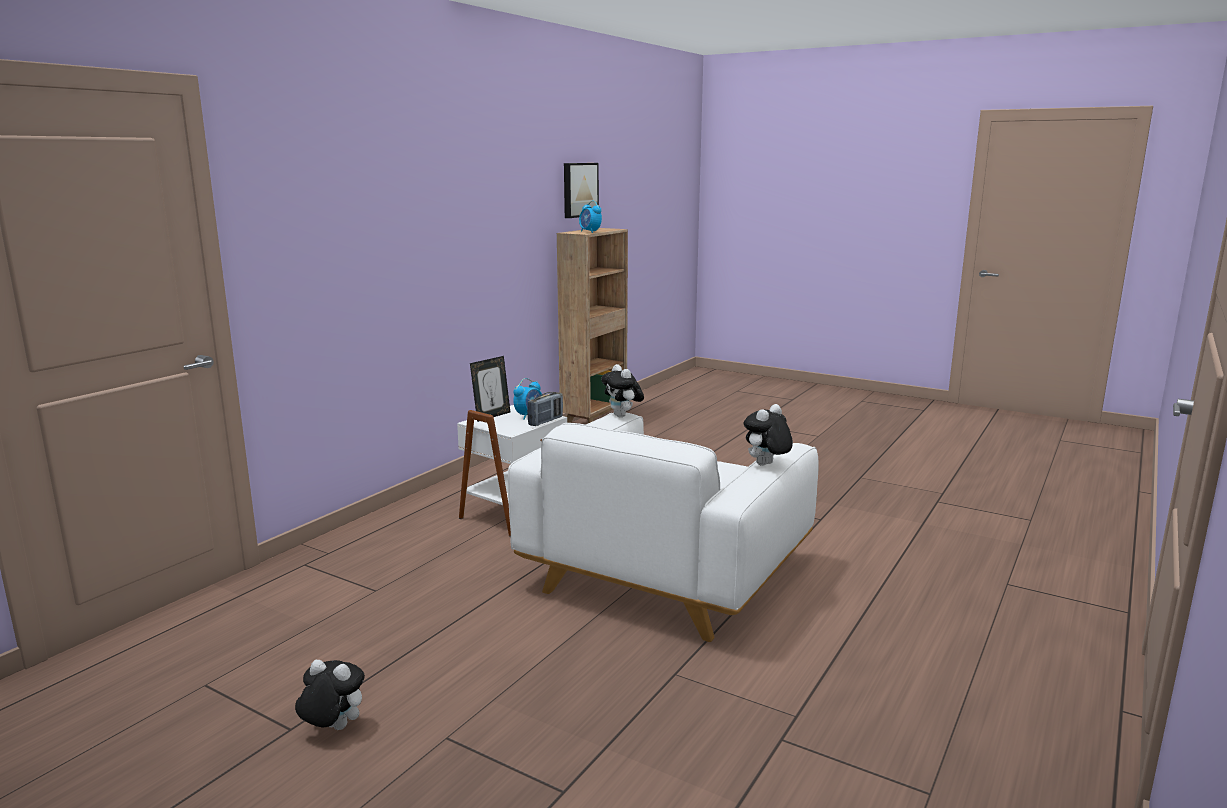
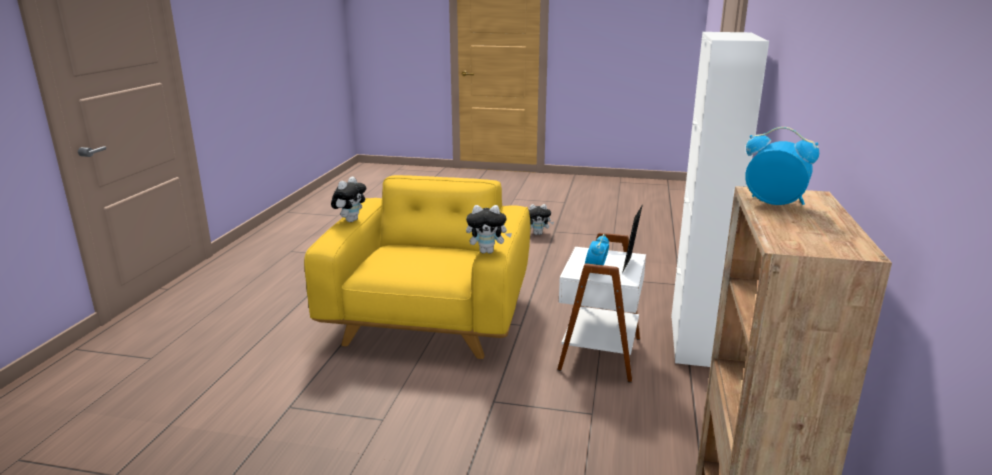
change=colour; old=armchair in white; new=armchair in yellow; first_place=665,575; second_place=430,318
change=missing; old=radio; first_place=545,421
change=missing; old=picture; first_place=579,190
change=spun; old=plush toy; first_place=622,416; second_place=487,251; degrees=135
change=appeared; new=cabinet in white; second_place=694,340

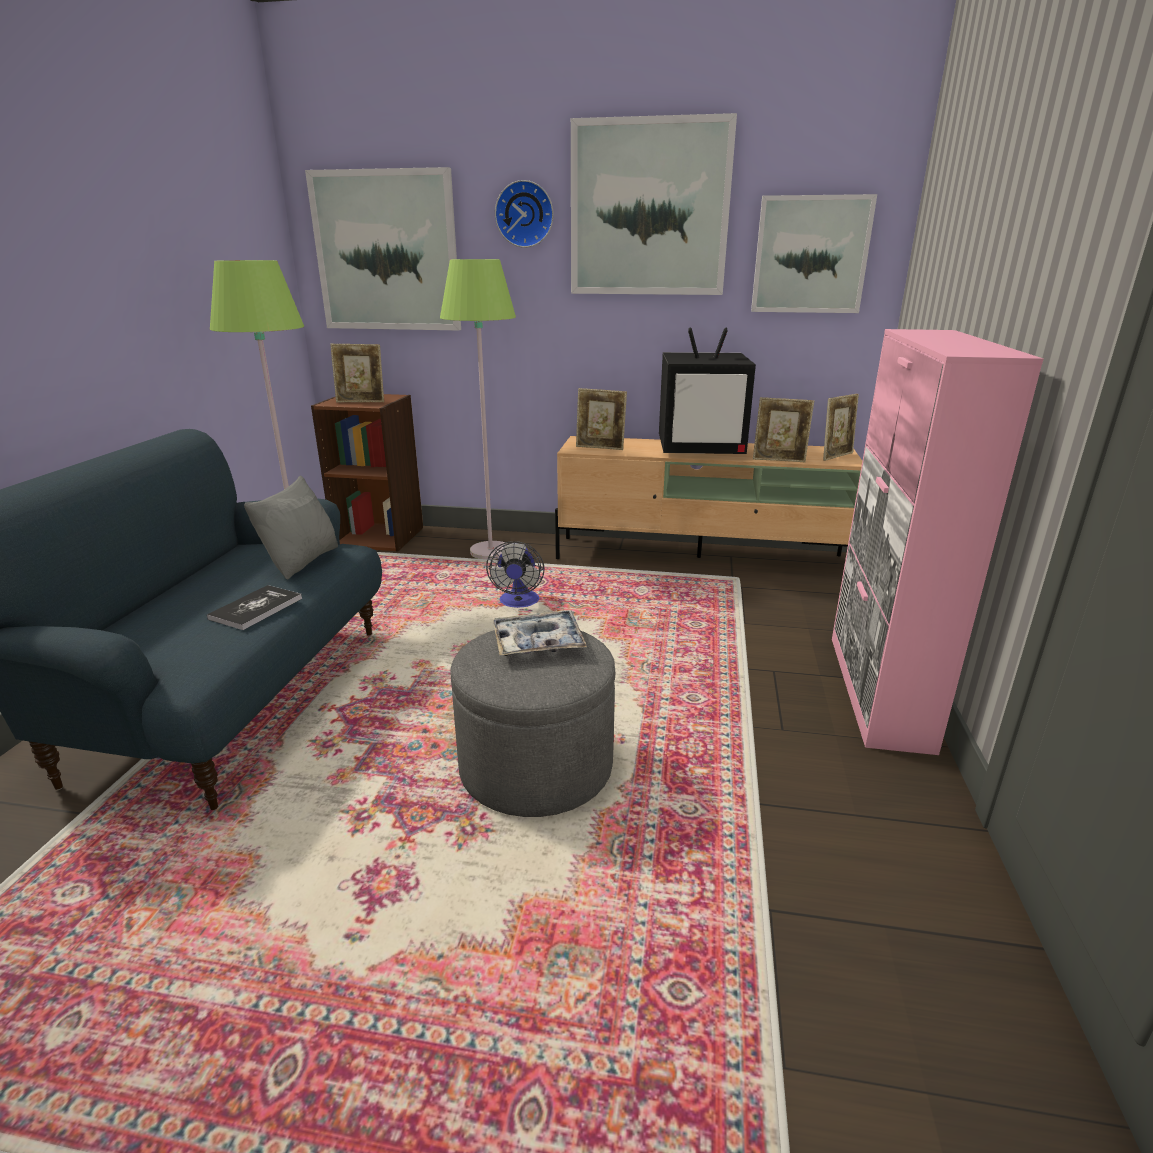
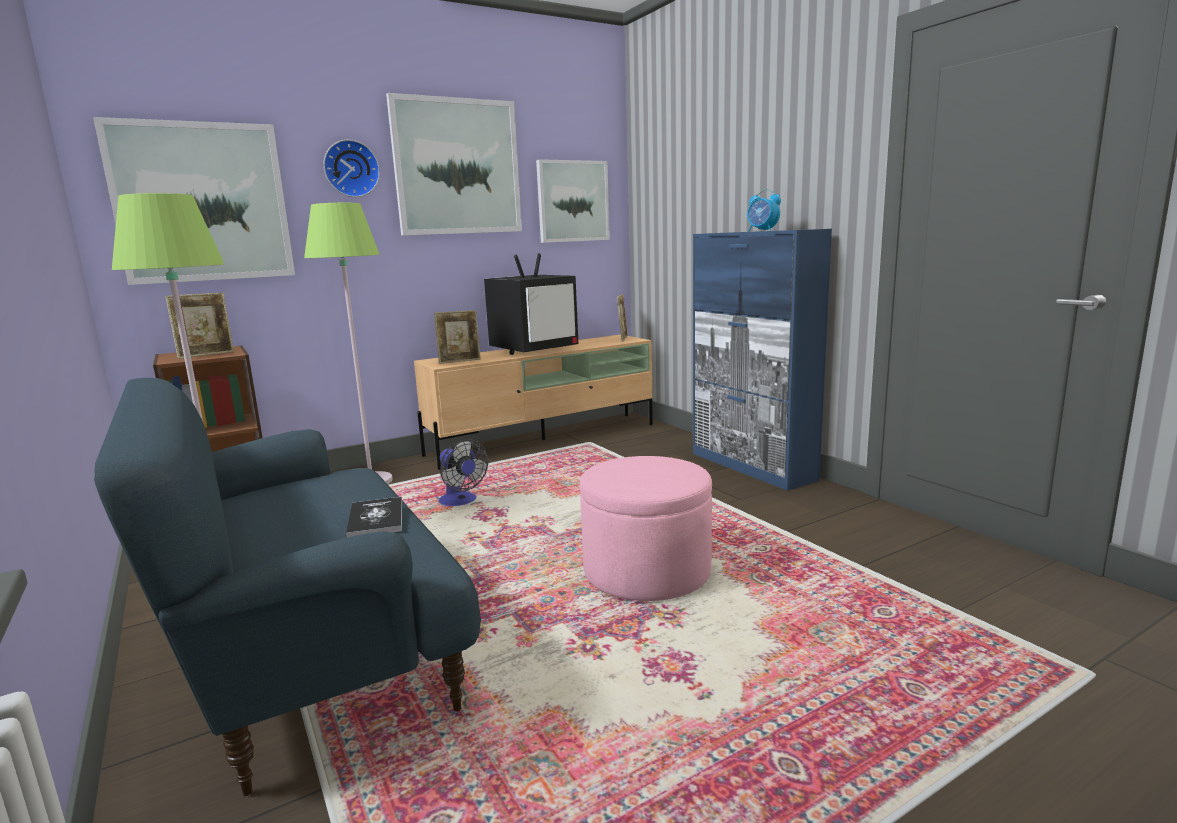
change=missing; old=pillow in grey; first_place=302,561
change=colour; old=ottoman in grey; new=ottoman in pink; first_place=536,766; second_place=647,572
change=missing; old=tray; first_place=538,642
change=missing; old=picture frame; first_place=779,460
change=colour; old=cabinet in pink; new=cabinet in blue; first_place=878,690; second_place=752,466
change=appeared; new=alarm clock; second_place=762,230

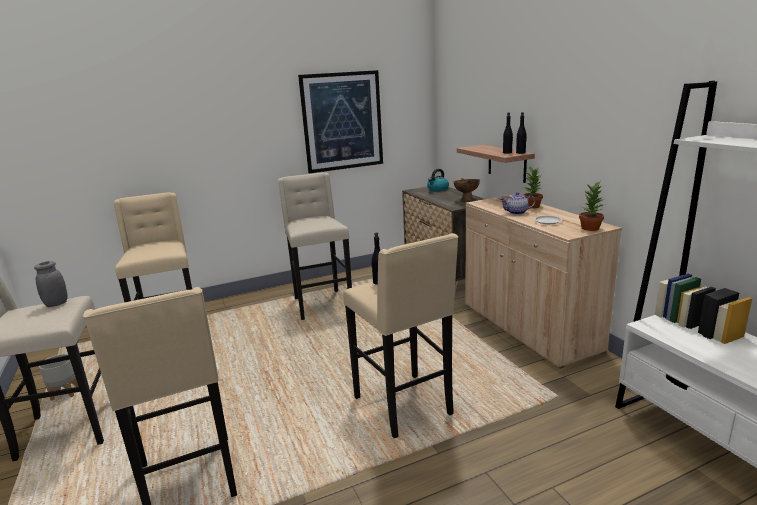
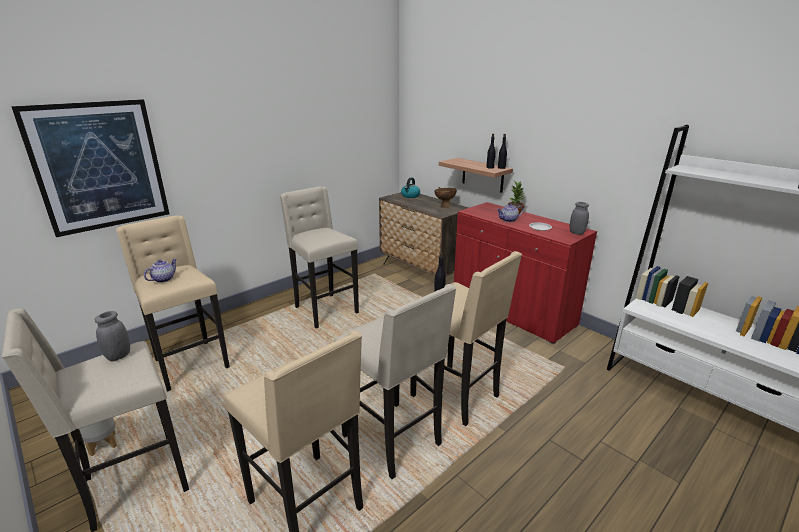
change=relocated; old=picture; first_place=342,121; second_place=99,166
change=colour; old=cabinet in beige; new=cabinet in red; first_place=528,327; second_place=512,311
change=exchanged; old=potted plant; new=jar in grey; first_place=590,228; second_place=576,233
change=appeared; new=teapot; second_place=163,279
change=appeared; new=stool in beige; second_place=394,440

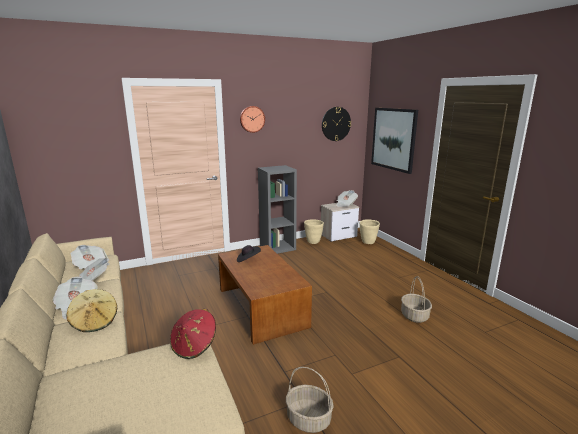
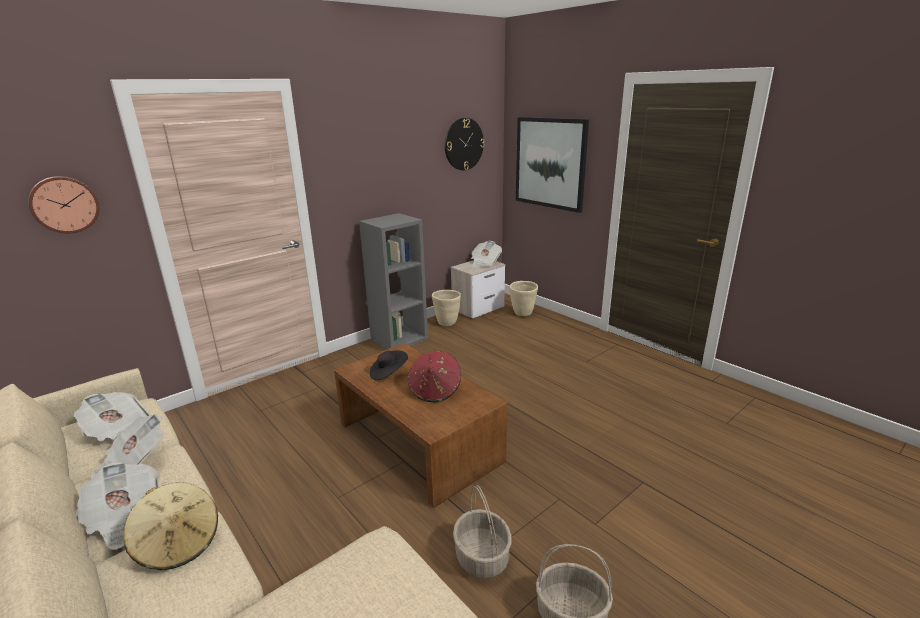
change=relocated; old=hat in red; first_place=194,346; second_place=435,390
change=relocated; old=wall clock; first_place=252,119; second_place=64,204
change=relocated; old=basket; first_place=415,316; second_place=482,557

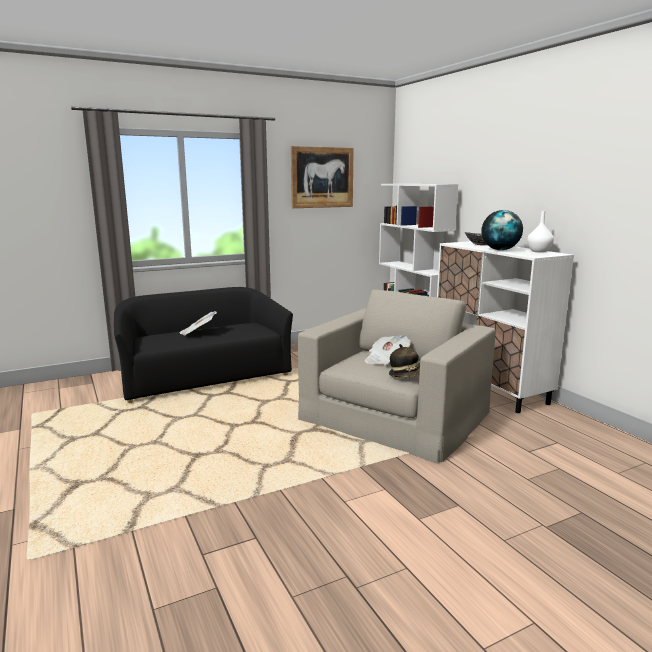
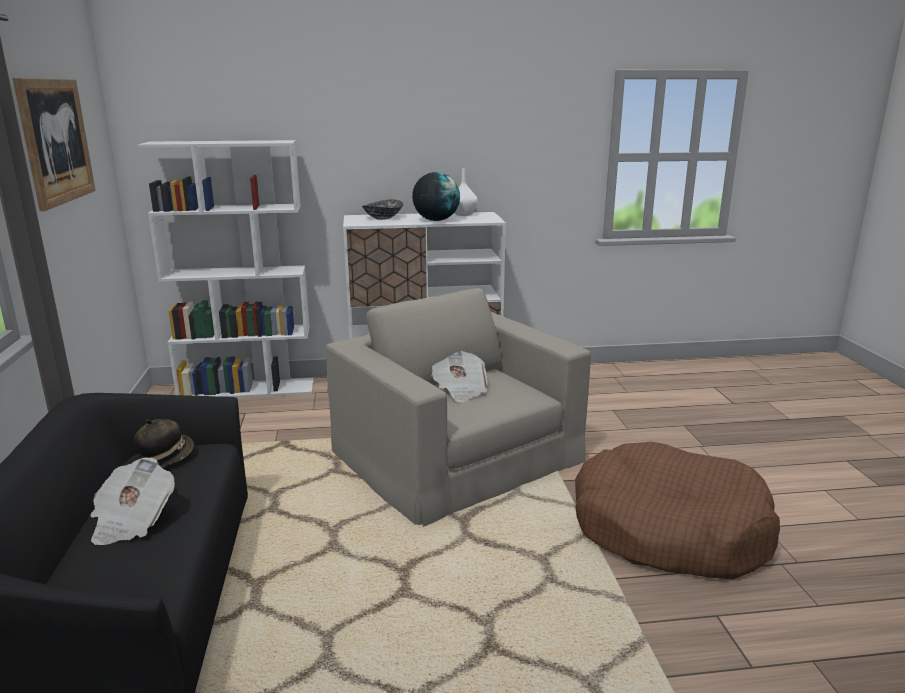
change=relocated; old=hat; first_place=406,375; second_place=166,458
change=appeared; new=dog bed in brown; second_place=668,529

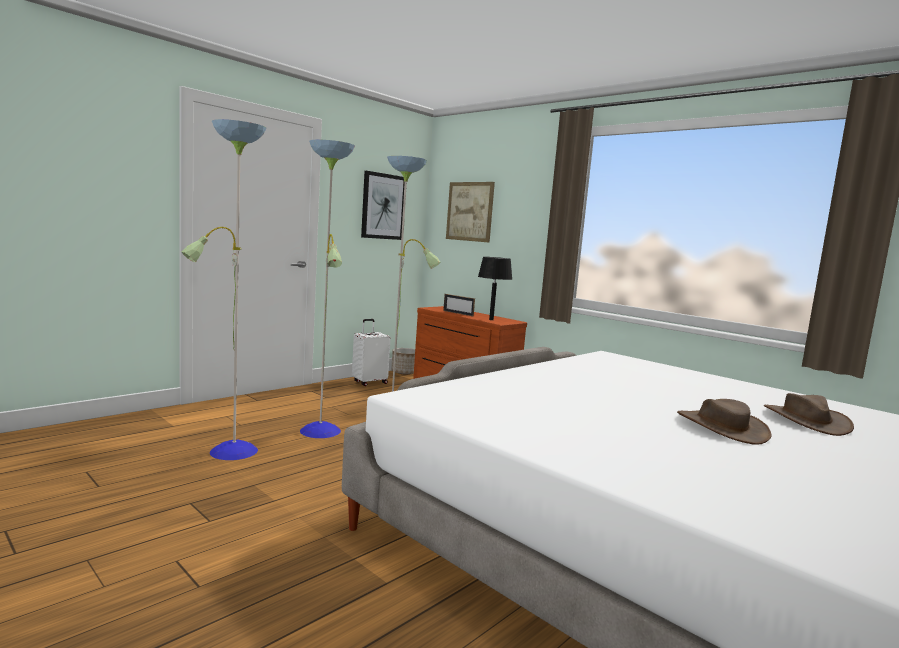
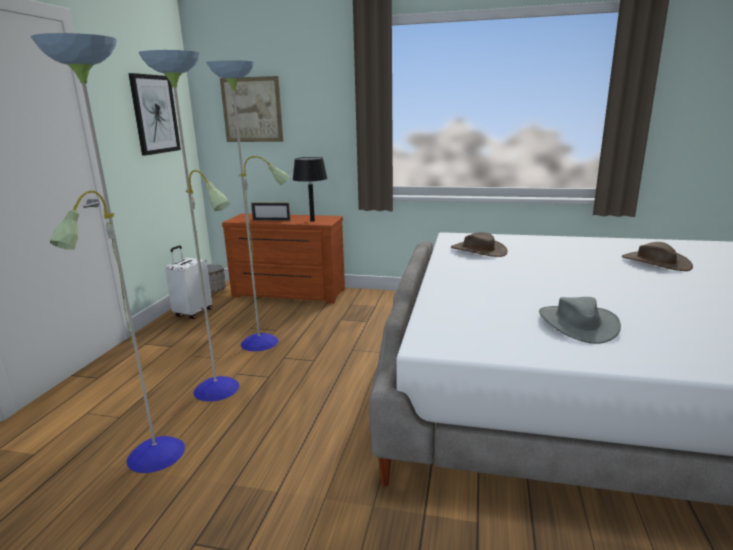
change=relocated; old=hat in brown; first_place=721,427; second_place=478,250
change=appeared; new=hat in grey; second_place=577,324

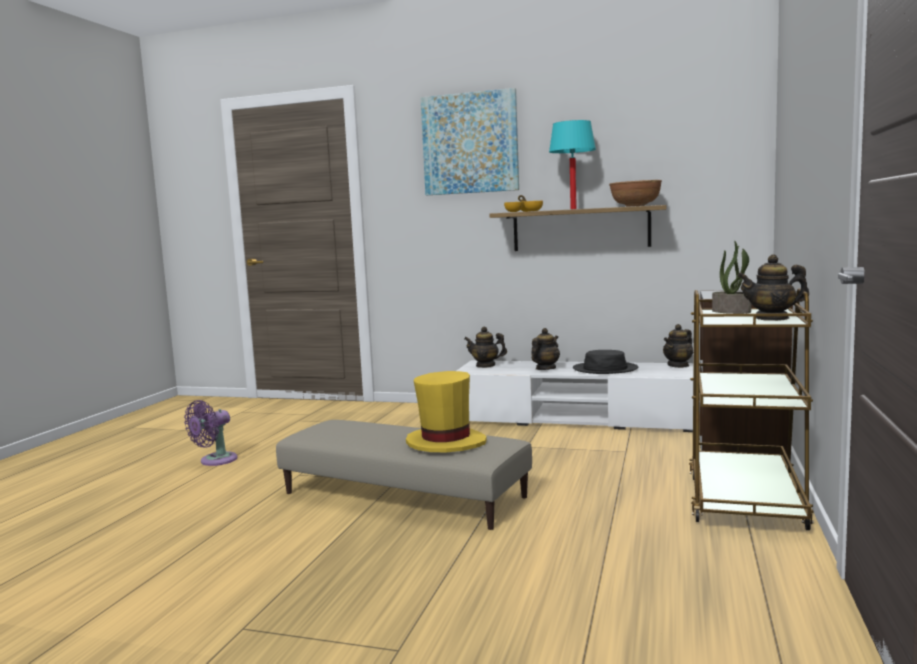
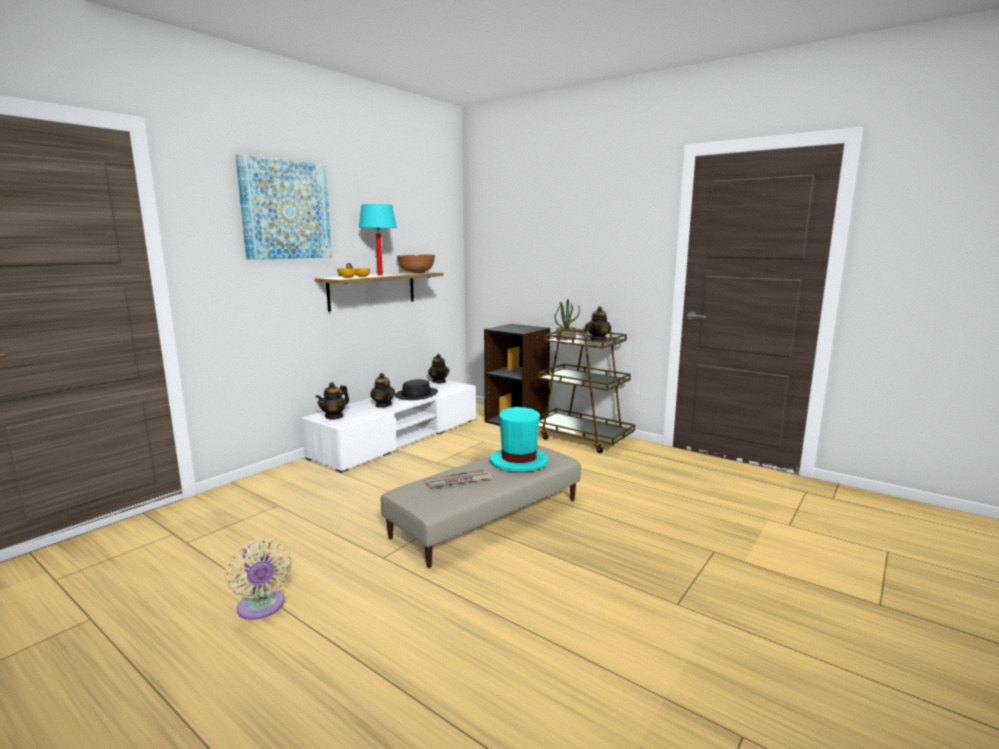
change=colour; old=fan in purple; new=fan in beige; first_place=215,461; second_place=262,608
change=colour; old=hat in yellow; new=hat in turquoise; first_place=446,443; second_place=518,462
change=appeared; new=newspaper; second_place=458,481

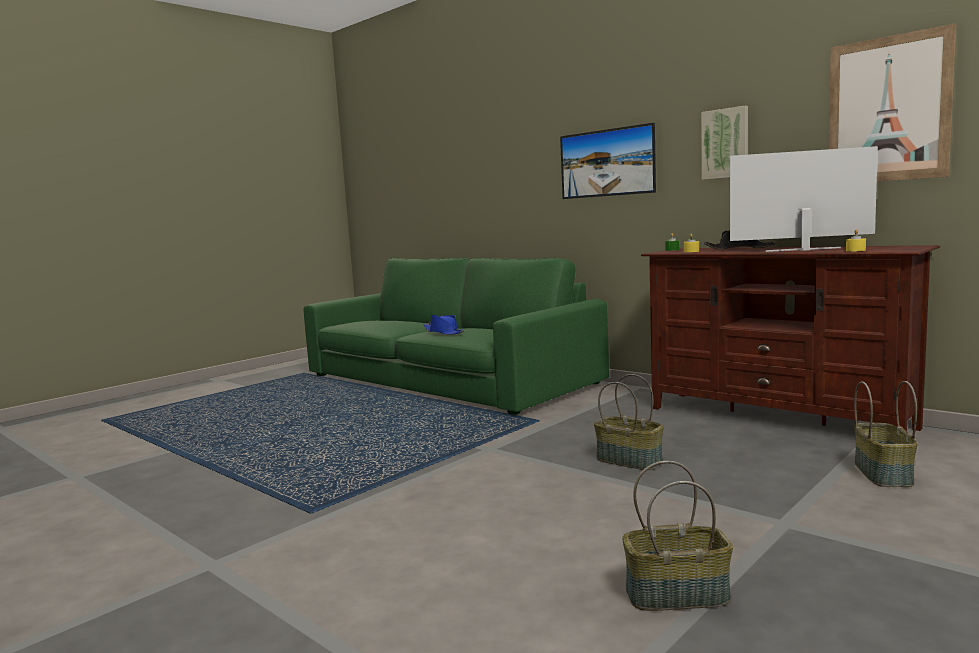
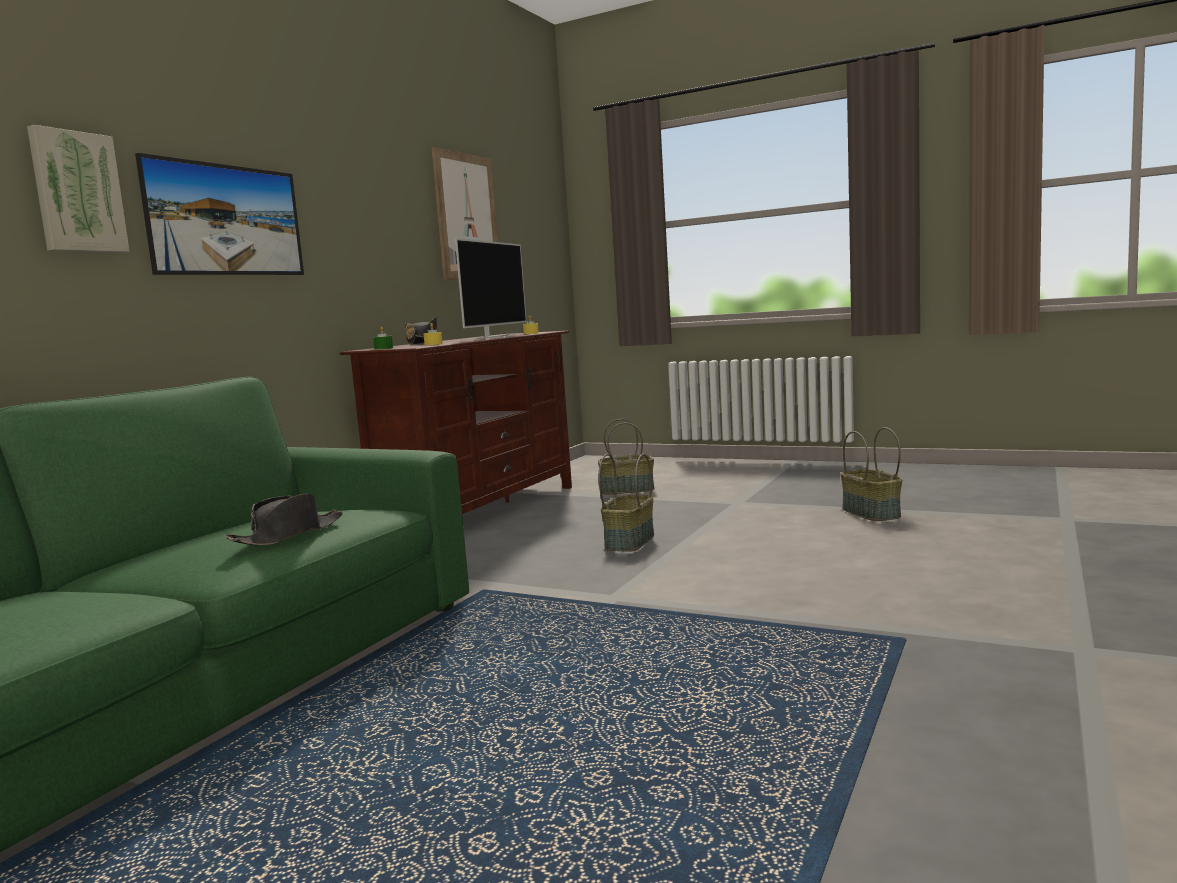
change=colour; old=hat in blue; new=hat in black; first_place=444,332; second_place=288,534
change=relocated; old=picture; first_place=725,143; second_place=77,192
change=spun; old=television; first_place=803,250; second_place=492,337; degrees=-150

